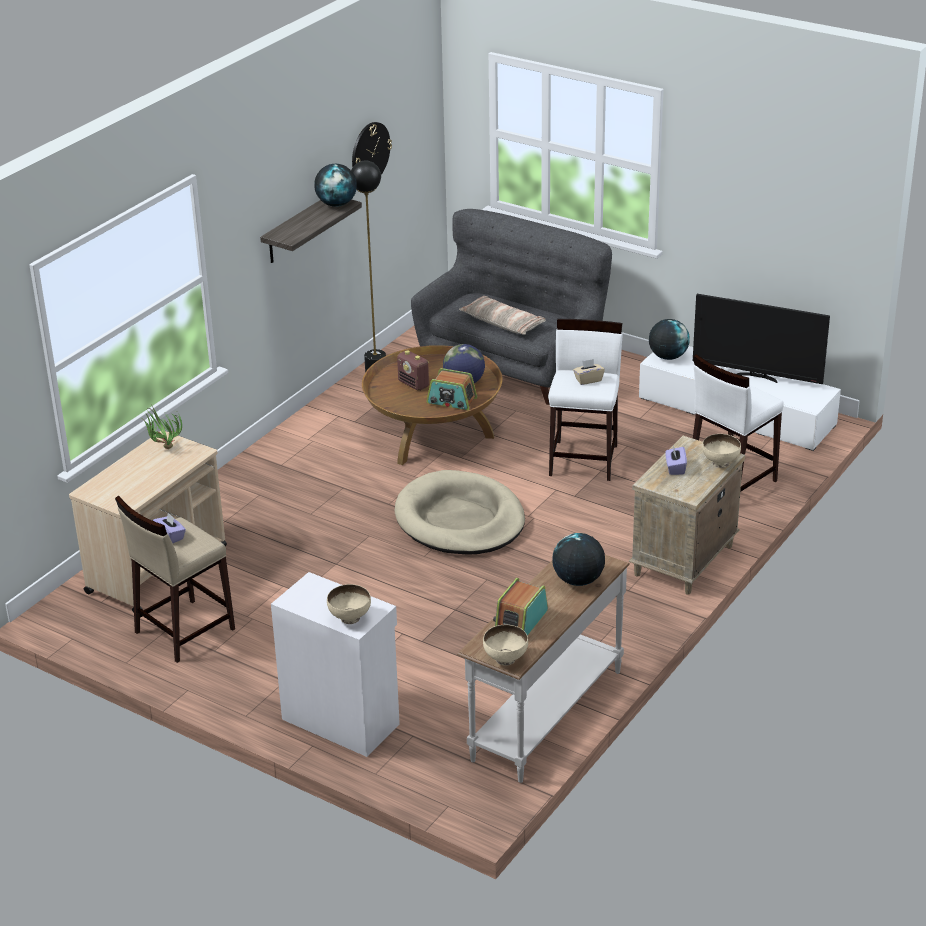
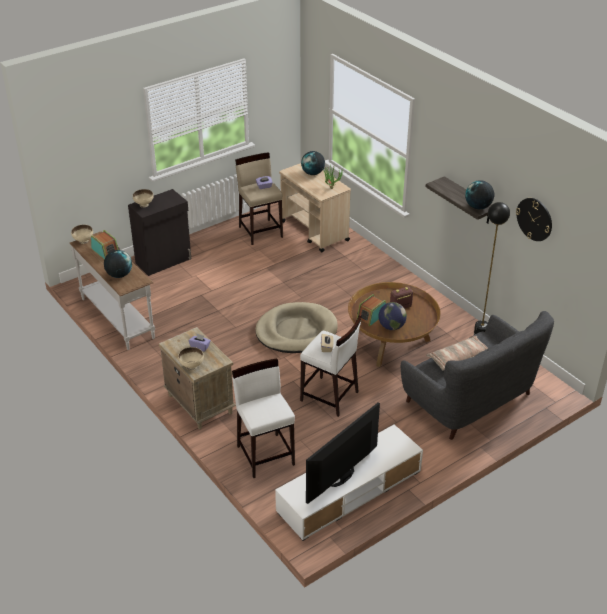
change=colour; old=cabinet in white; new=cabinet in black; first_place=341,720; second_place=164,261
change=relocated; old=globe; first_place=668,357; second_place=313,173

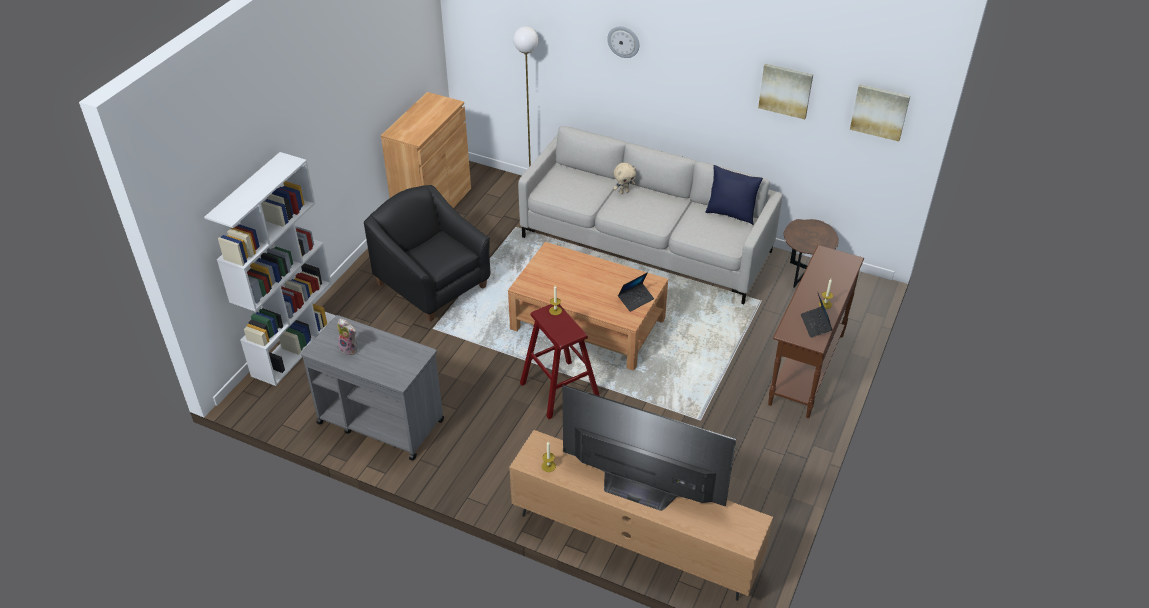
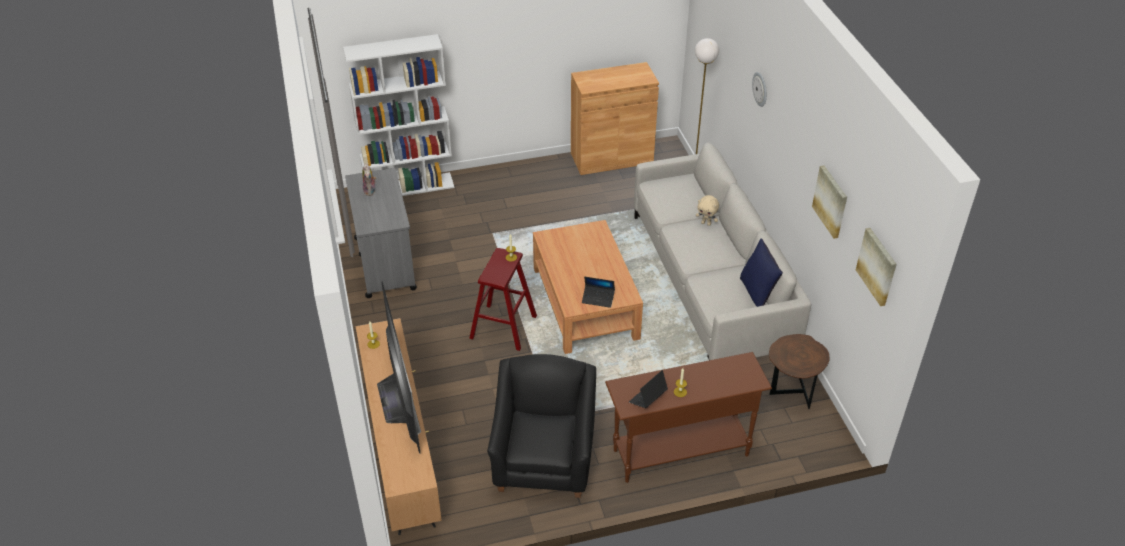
change=relocated; old=armchair in black; first_place=433,285; second_place=544,458

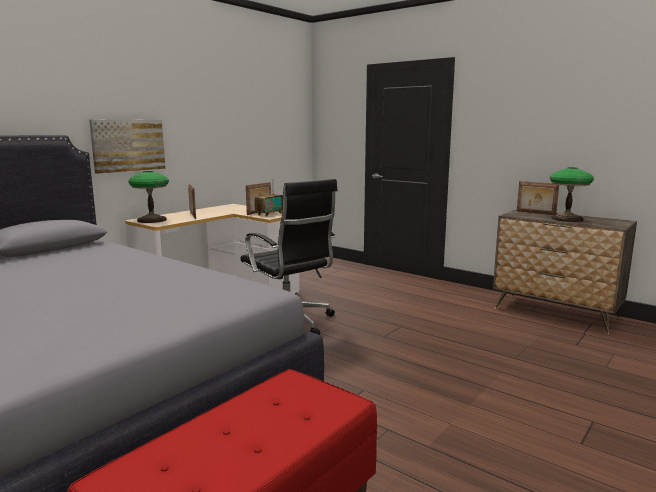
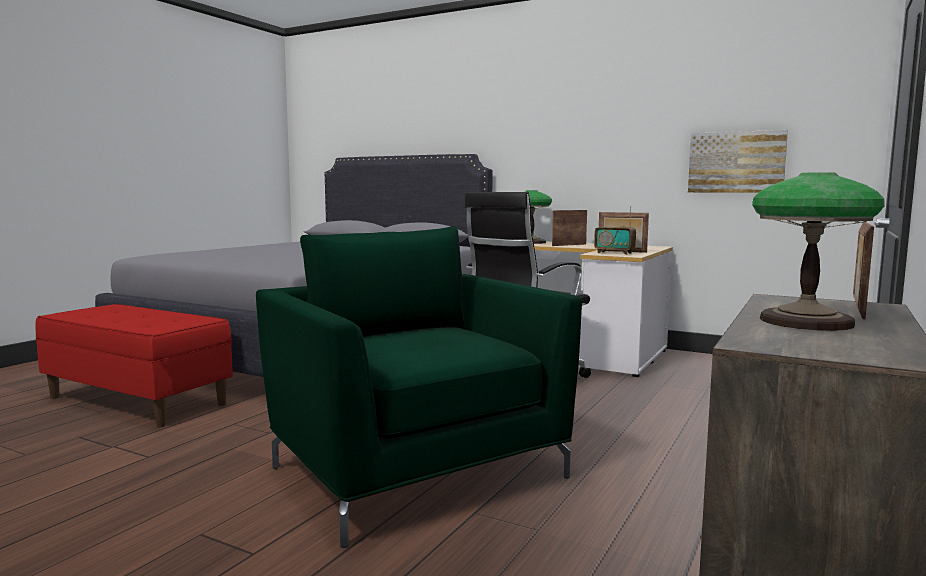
change=relocated; old=picture; first_place=128,145; second_place=736,162
change=appeared; new=armchair in green; second_place=417,469

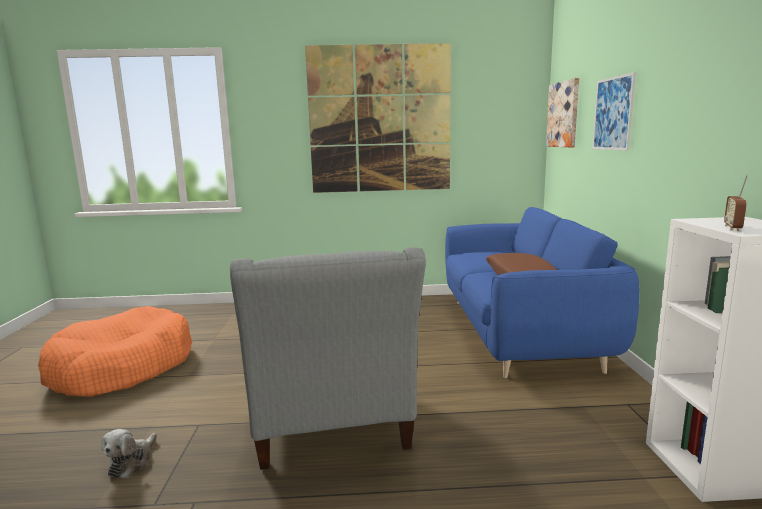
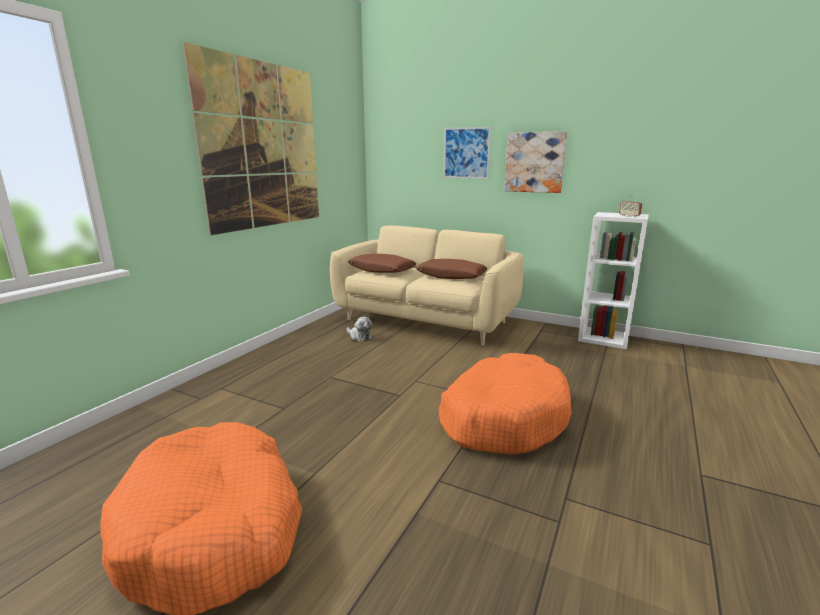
change=relocated; old=plush toy; first_place=132,462; second_place=359,336
change=exchanged; old=armchair in grey; new=dog bed in orange; first_place=332,431; second_place=503,417
change=colour; old=sofa in blue; new=sofa in beige; first_place=519,332; second_place=426,321
change=relocated; old=picture; first_place=563,114; second_place=535,162
change=appeared; new=pillow in brown; second_place=381,270

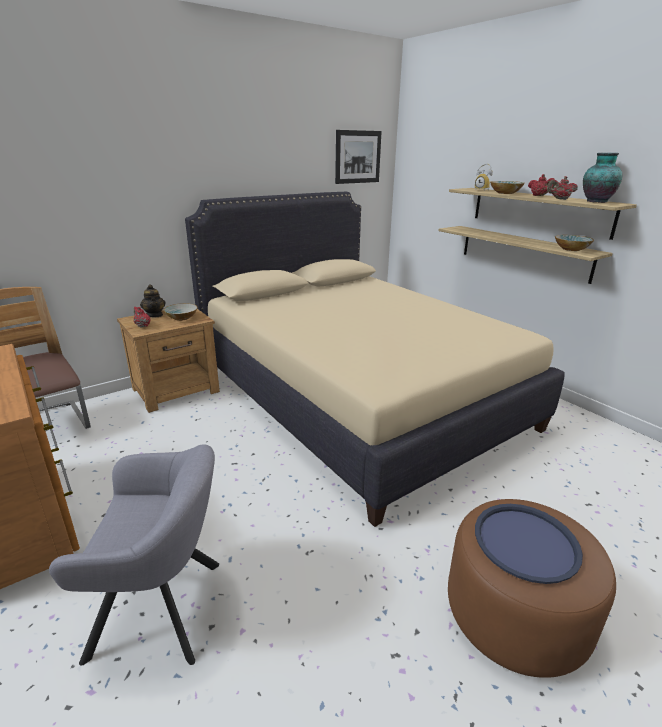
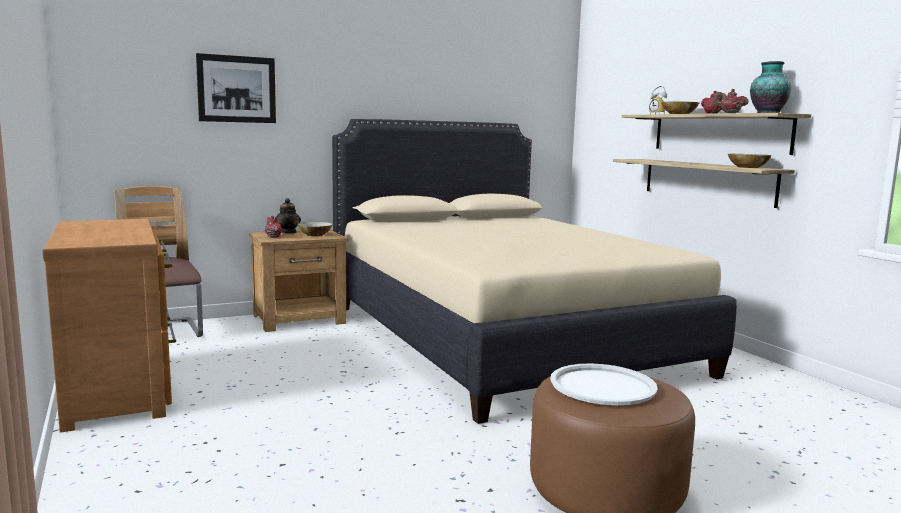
change=missing; old=armchair in grey; first_place=165,609
change=relocated; old=picture; first_place=358,157; second_place=237,89
change=colour; old=tray in blue; new=tray in white; first_place=526,542; second_place=602,386

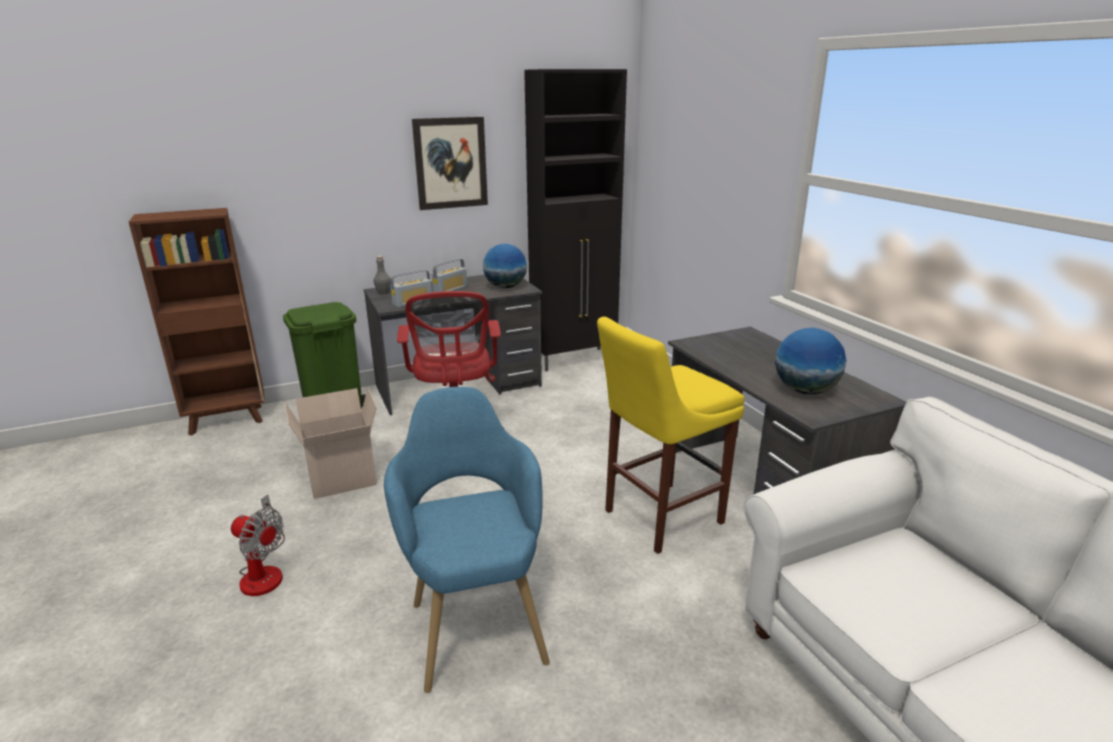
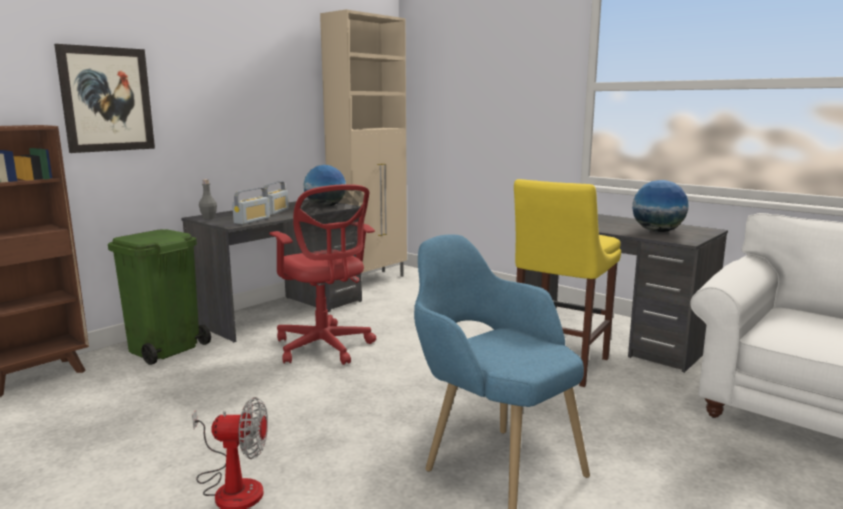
change=missing; old=cardboard box; first_place=341,480
change=relocated; old=picture; first_place=450,163; second_place=107,99
change=colour; old=cabinet in black; new=cabinet in beige; first_place=575,359; second_place=370,280

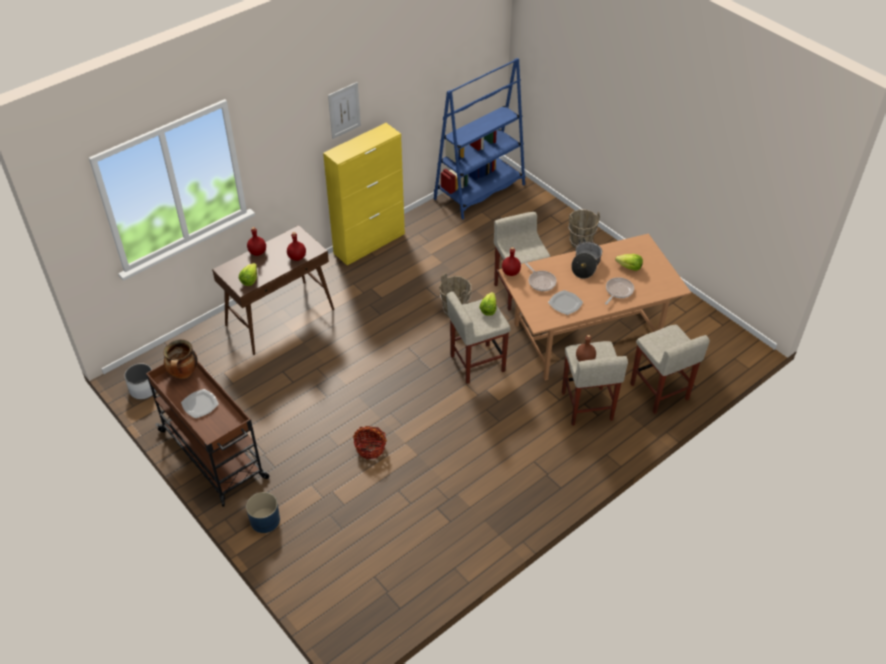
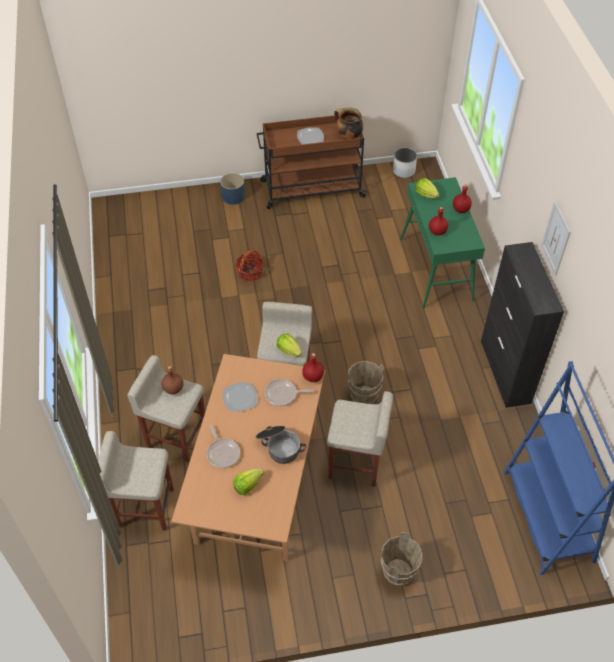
change=colour; old=console table in brown; new=console table in green; first_place=280,317; second_place=436,270
change=colour; old=cabinet in yellow; new=cabinet in black; first_place=370,243; second_place=505,372

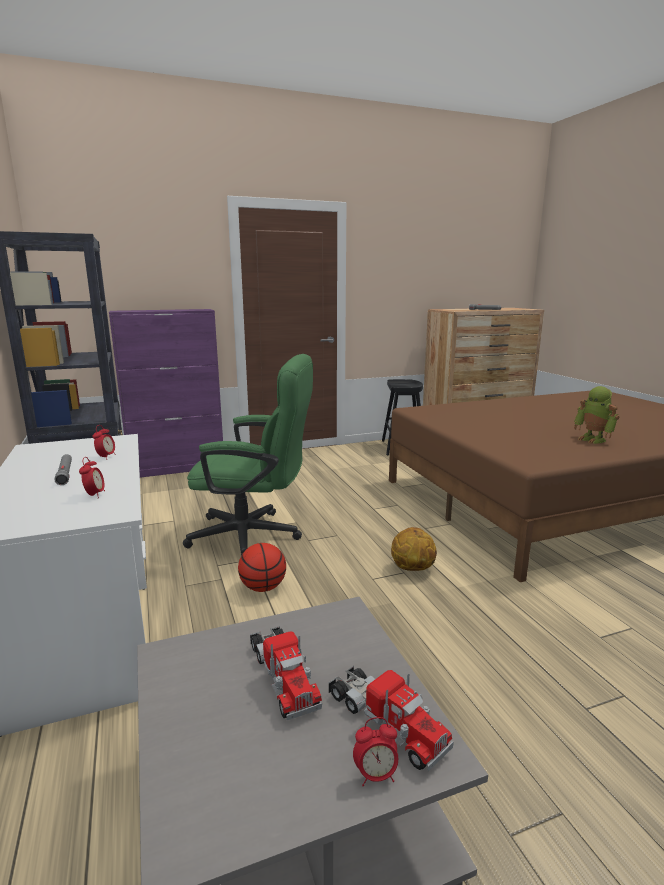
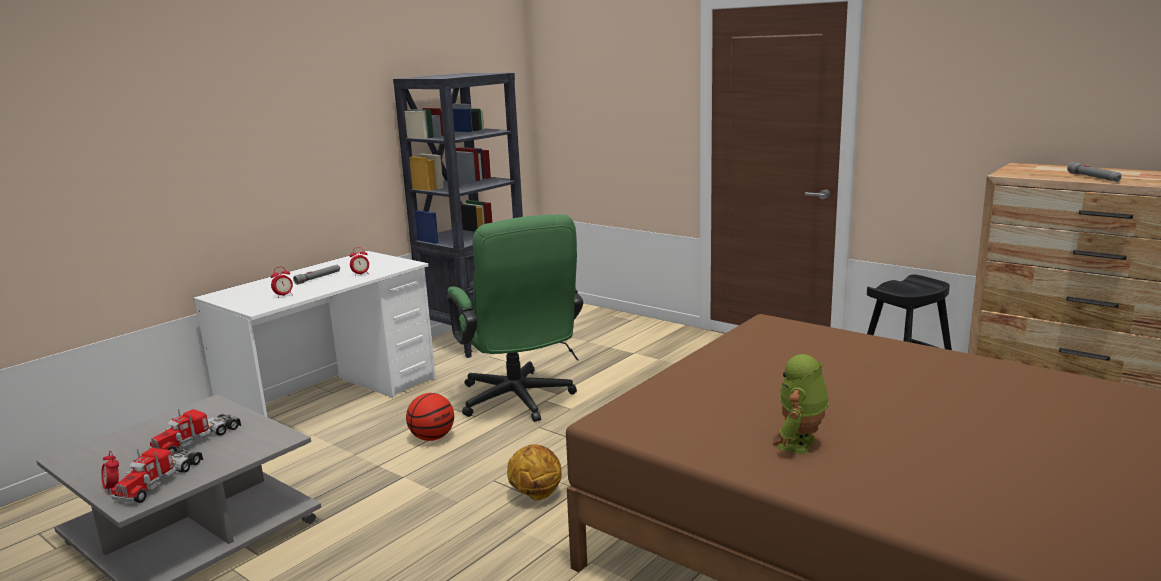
change=missing; old=cabinet in purple; first_place=178,468

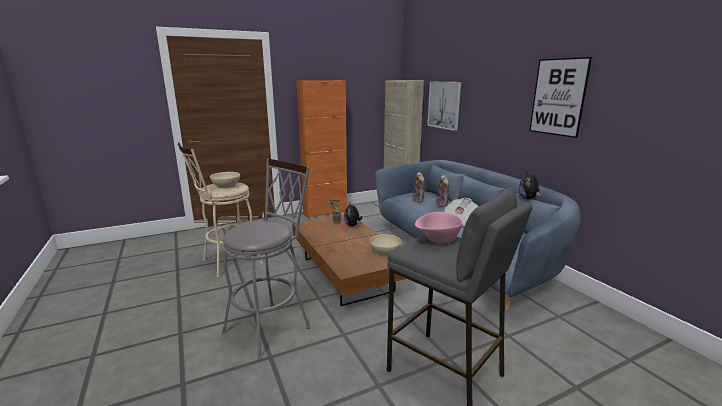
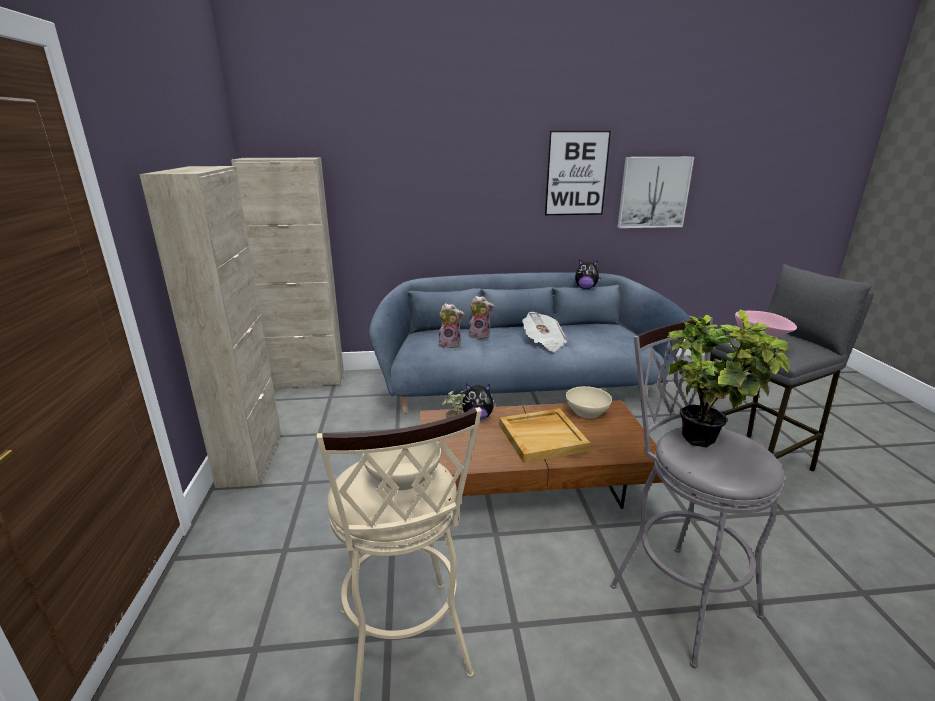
change=colour; old=cabinet in orange; new=cabinet in beige; first_place=325,212; second_place=251,459
change=relocated; old=picture; first_place=444,105; second_place=653,192
change=appeared; new=tray in beige; second_place=542,437
change=appeared; new=potted plant; second_place=707,439

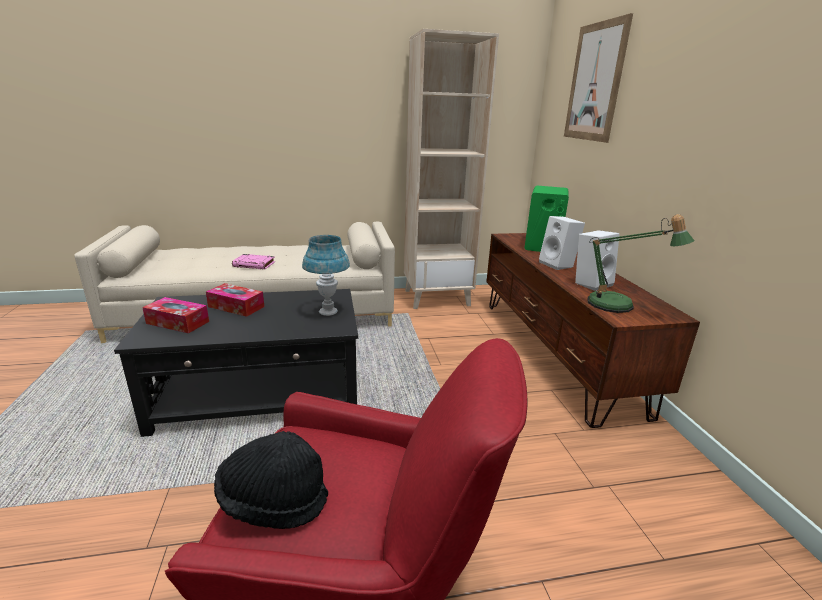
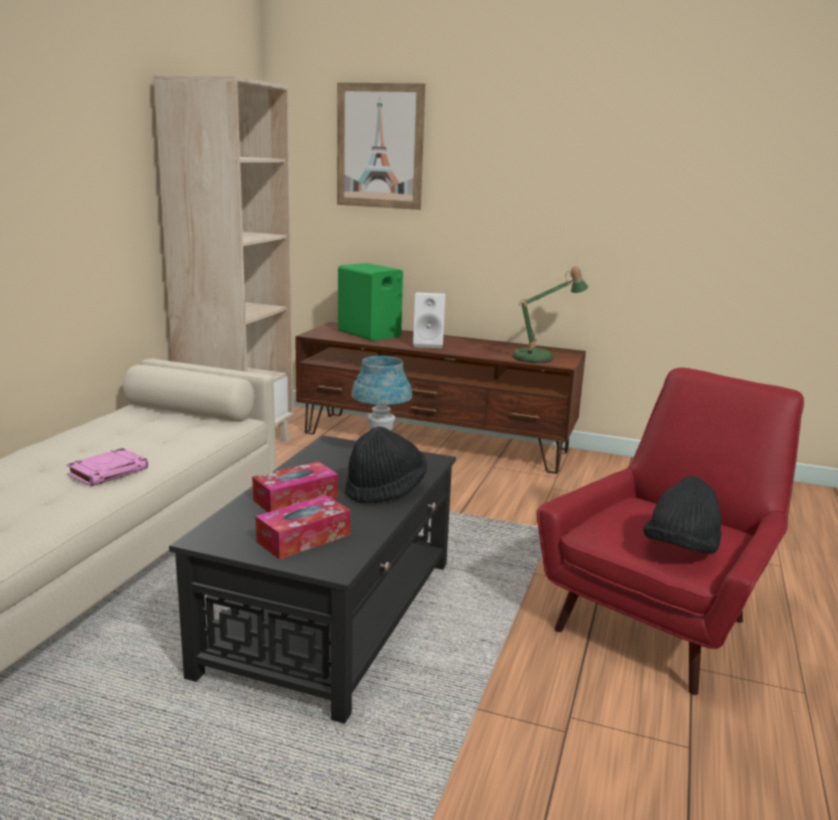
change=missing; old=speaker in white; first_place=591,283
change=appeared; new=hat in black; second_place=385,490

